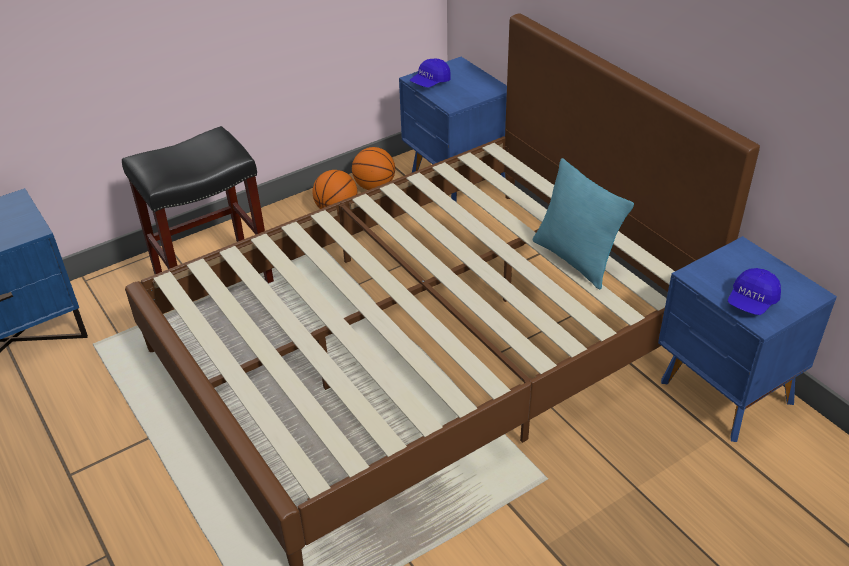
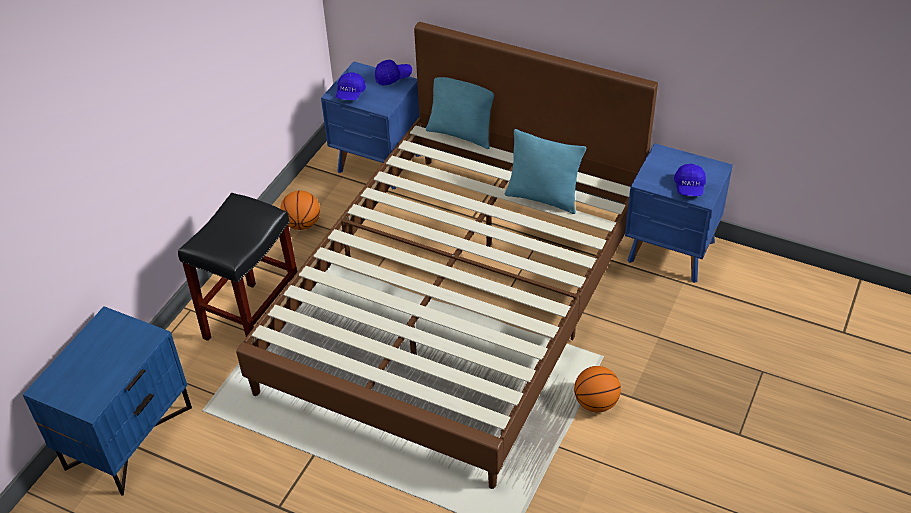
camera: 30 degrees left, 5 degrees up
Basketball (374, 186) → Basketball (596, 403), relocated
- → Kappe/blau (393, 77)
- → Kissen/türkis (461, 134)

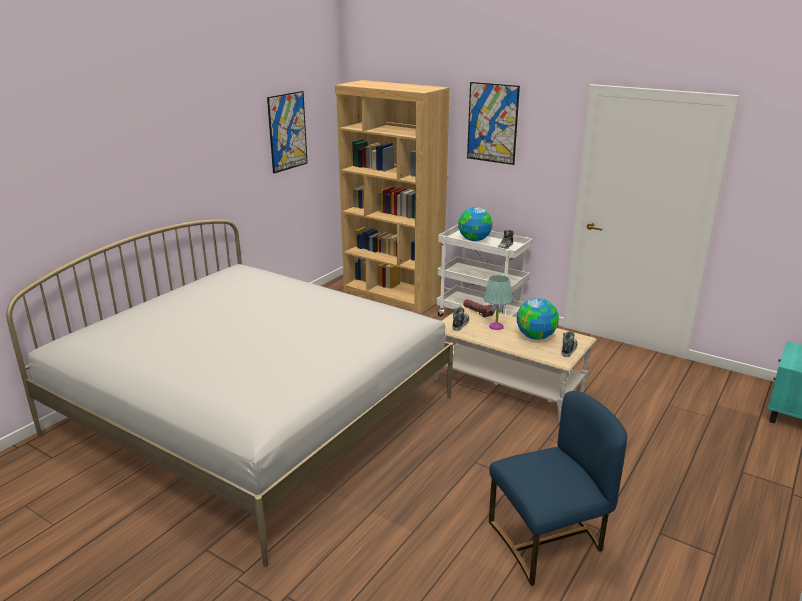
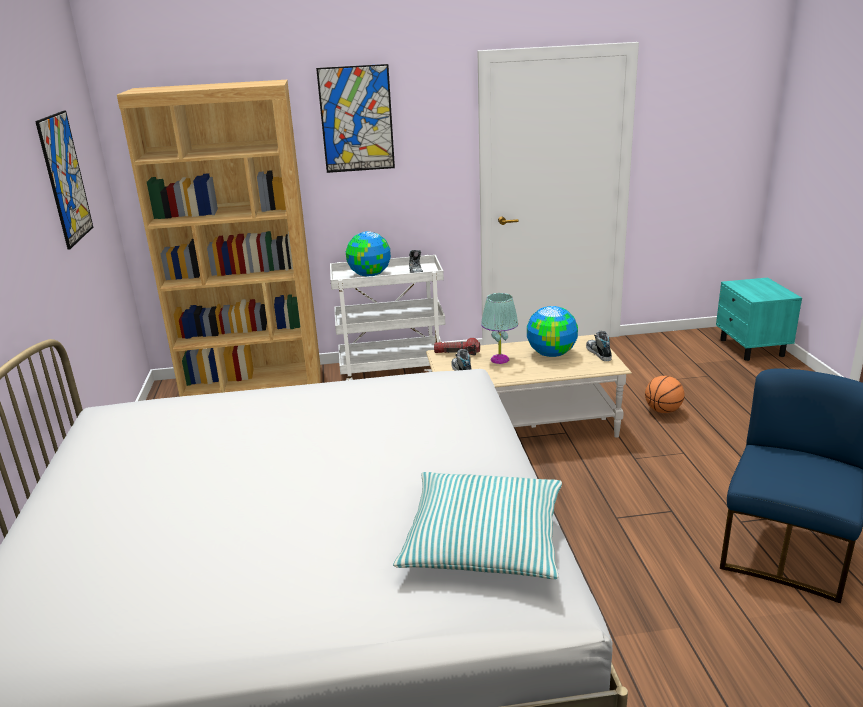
camera: 40 degrees left, 0 degrees up
- → Kissen (483, 540)
- → Basketball (663, 411)

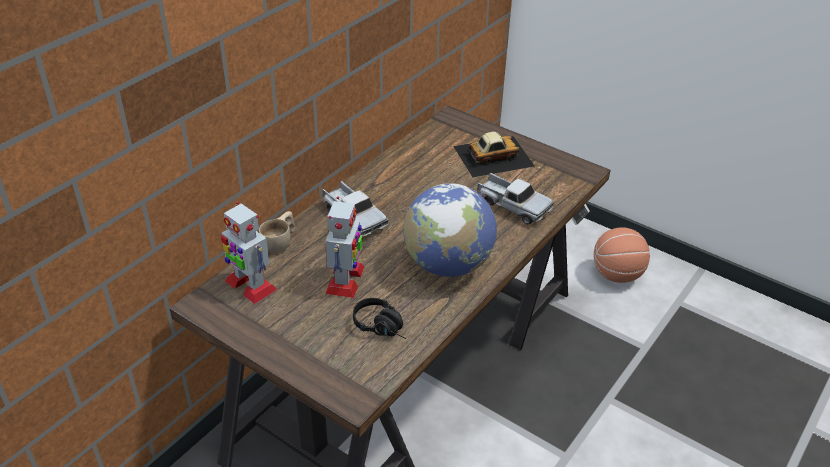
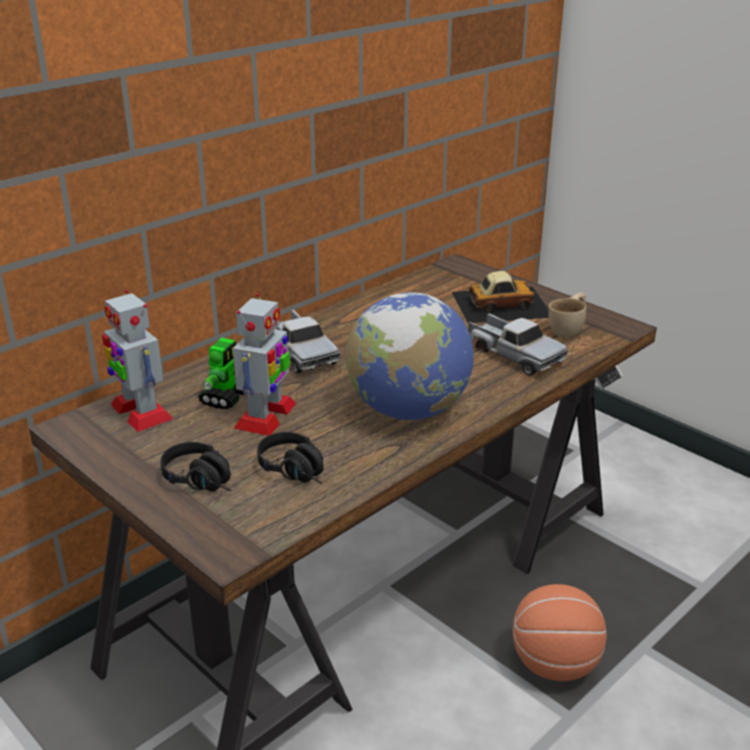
camera: 10 degrees right, 10 degrees down
Tasse/beige (281, 243) → Tasse/beige (569, 329), relocated
Basketball (617, 274) → Basketball (555, 664), relocated
- → Kopfhörer/schwarz (204, 481)
- → Spielzeugroboter (227, 397)

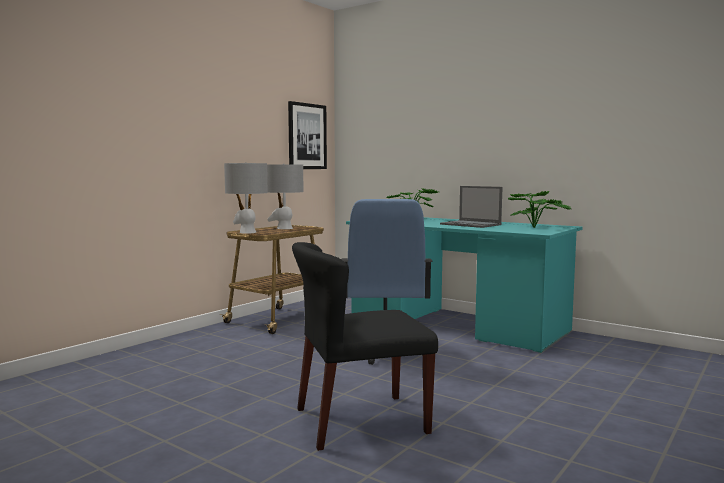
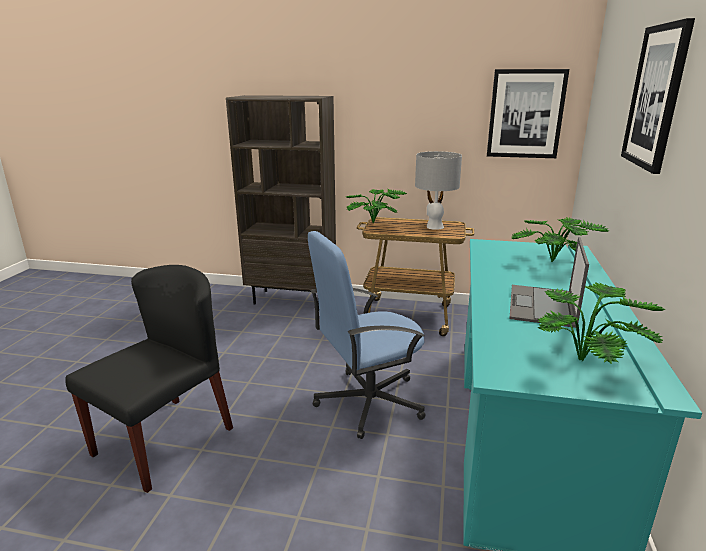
camera: 65 degrees right, 15 degrees up
Tischlampe/grau (247, 232) → Topfpflanze (375, 224)
Stuhl/schwarz (360, 421) → Stuhl/schwarz (164, 440), 75 degrees clockwise
- → Bücherregal/braun (292, 300)
- → Bild (656, 97)

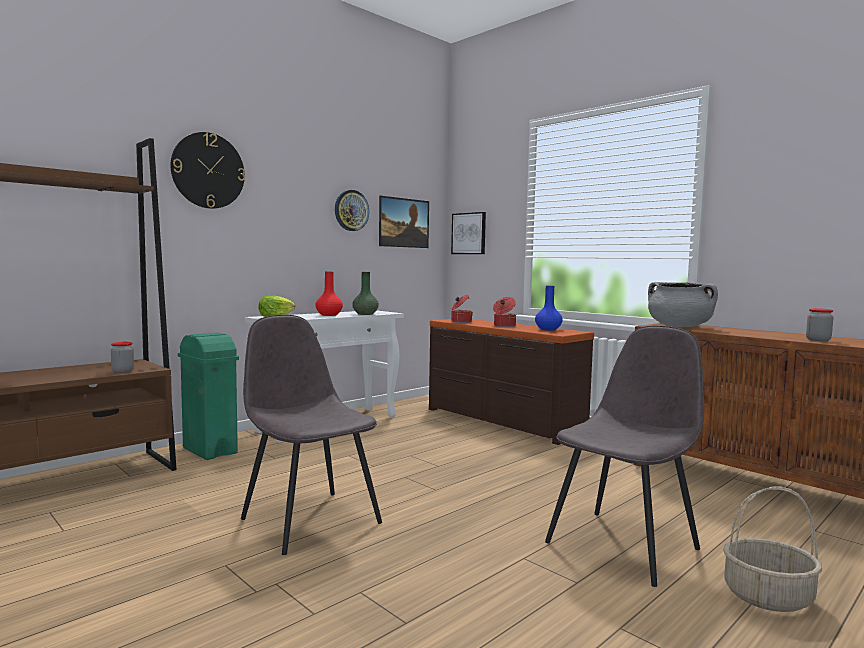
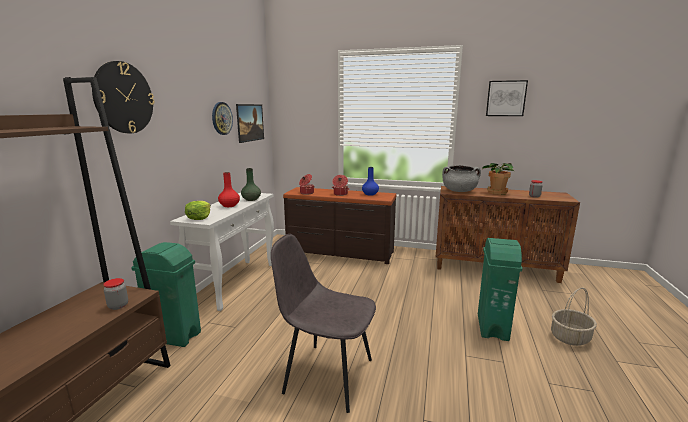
camera: 30 degrees left, 10 degrees up
Bild (469, 233) → Bild (506, 98), relocated
Stuhl/grau (624, 544) → Mülleimer/grün (492, 327)
- → Topfpflanze (496, 192)

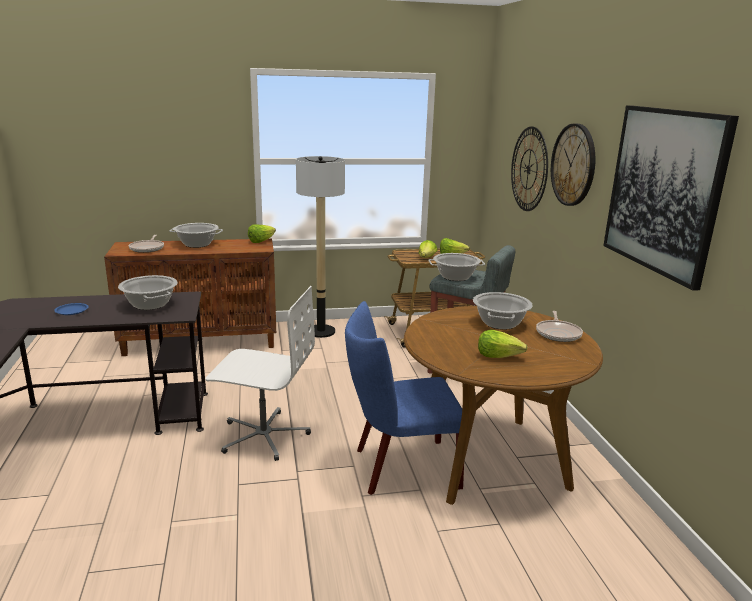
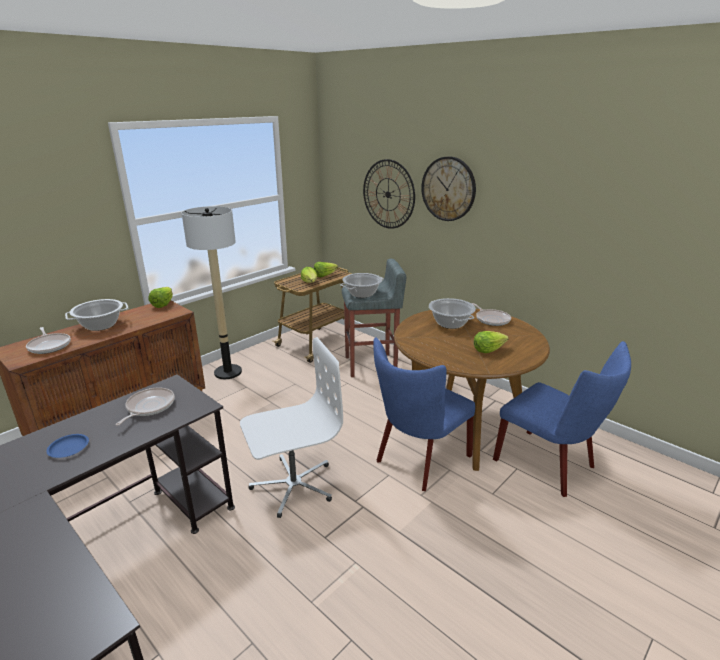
camera: 35 degrees left, 5 degrees up
Kochtopf (150, 304) → Pfanne (149, 407)
Bild (663, 191) → -
- → Stuhl/blau (550, 465)

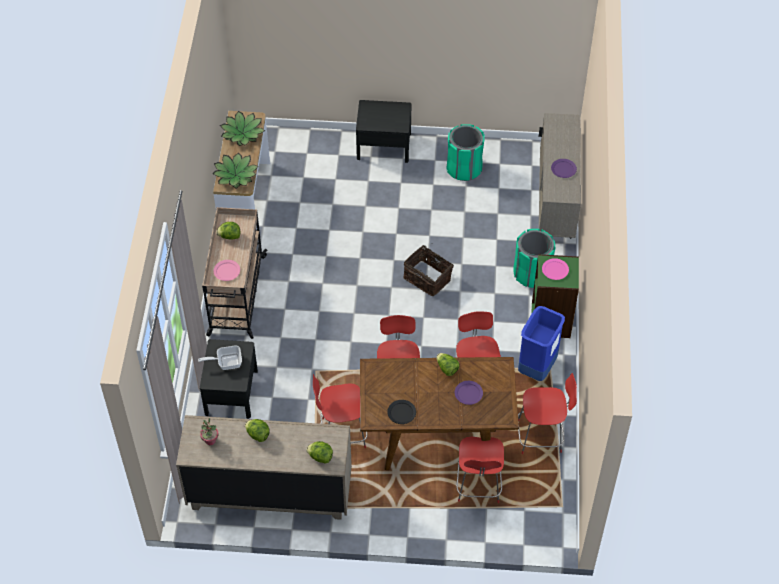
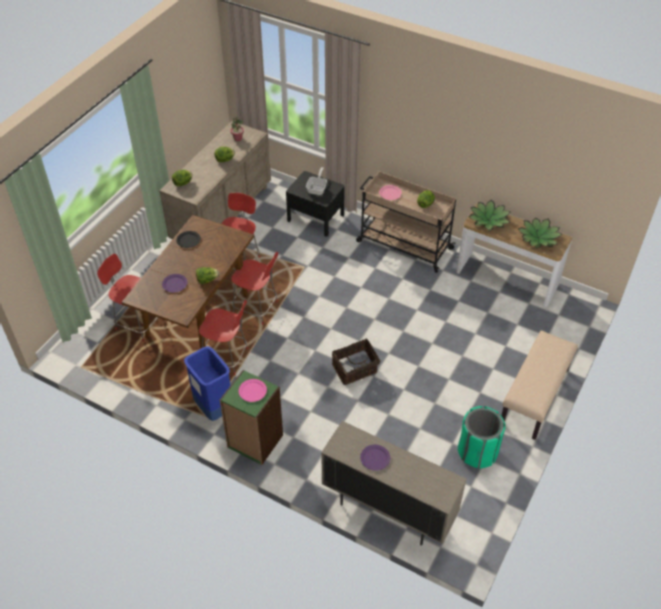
camera: 115 degrees right, 5 degrees down
Nachttisch/schwarz (384, 146) → Bank/beige (535, 397)
Mülleimer/grün (532, 273) → -
Stuhl/rot (541, 436) → -

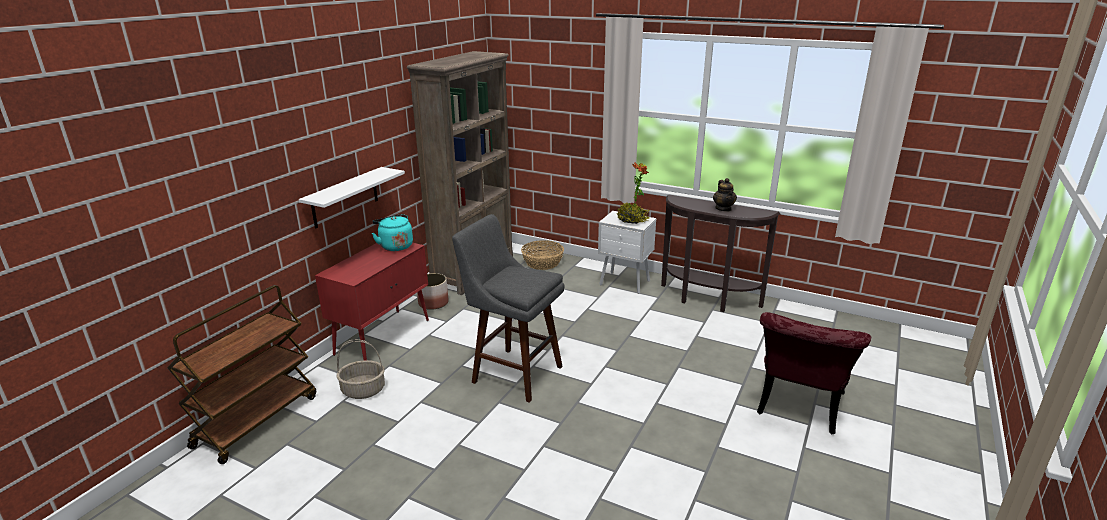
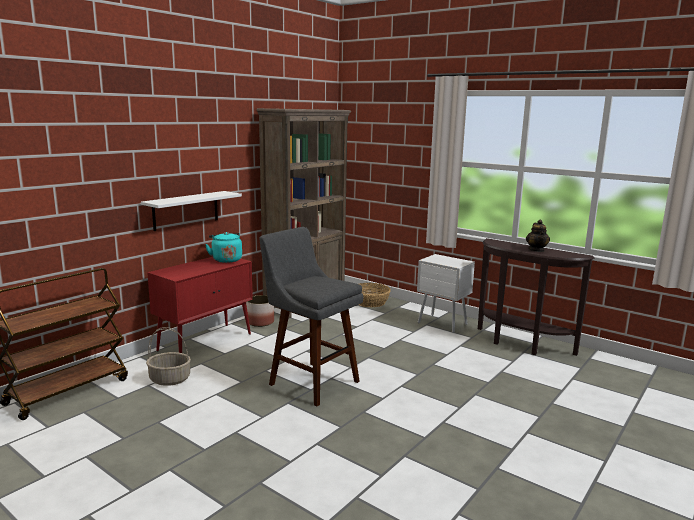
camera: 10 degrees right, 10 degrees down
Topfpflanze (632, 220) → -
Stuhl/rot (798, 409) → -

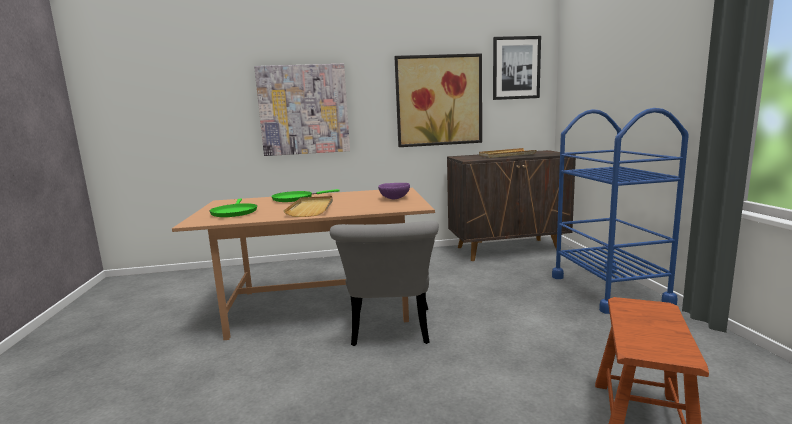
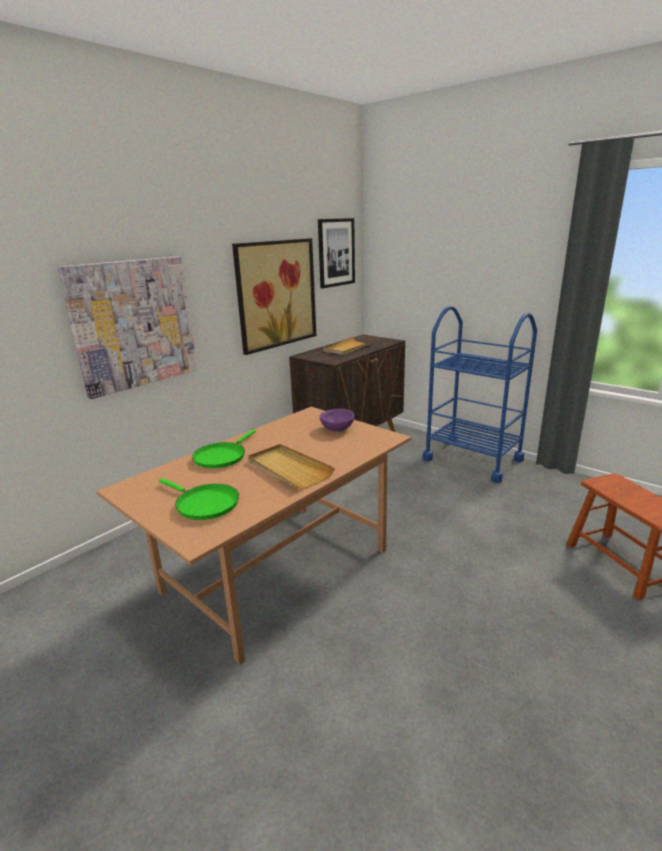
camera: 40 degrees left, 10 degrees up
Stuhl/grau (391, 332) → -

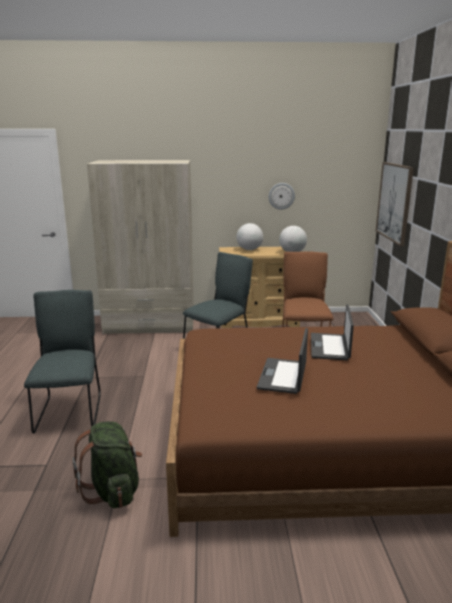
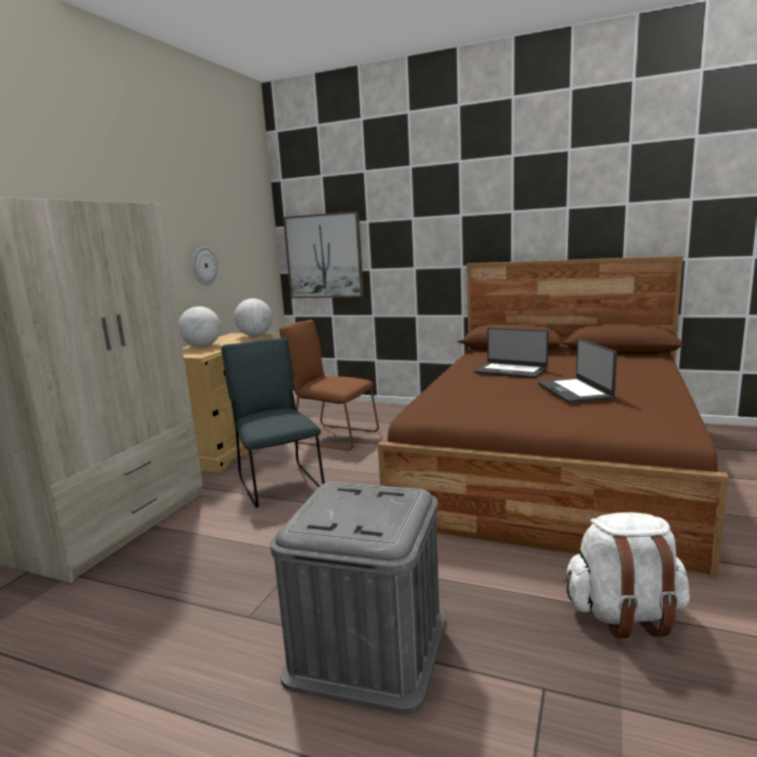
camera: 65 degrees left, 5 degrees down
Stuhl/grau (70, 411) → Aufbewahrungsbox/grau (367, 647)
Rucksack/grün (113, 490) → Rucksack/weiß (624, 614)
Laptop (283, 376) → Laptop (575, 391), 45 degrees clockwise

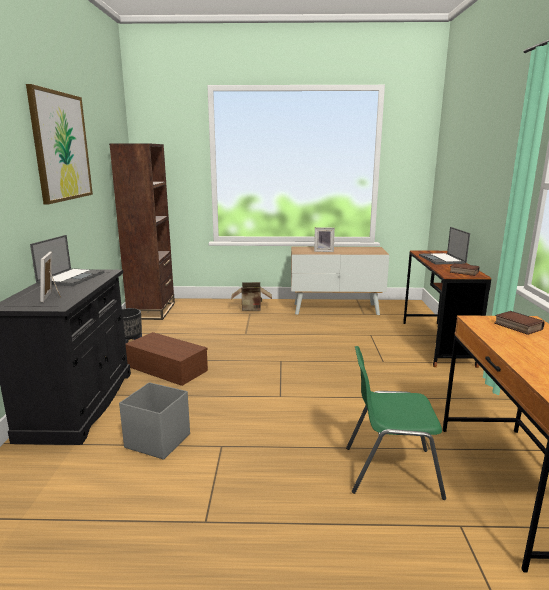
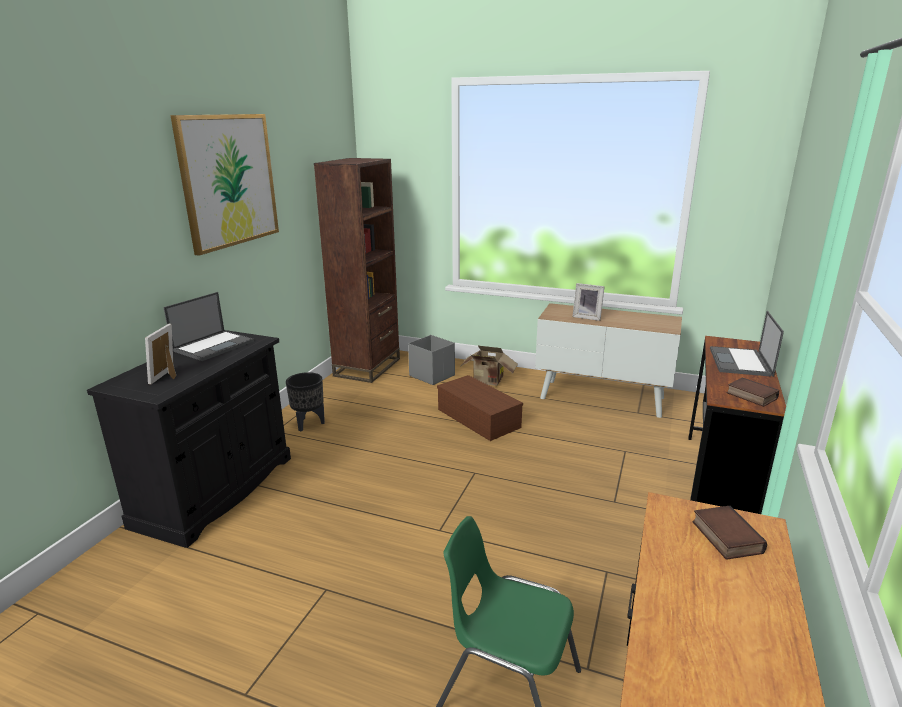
camera: 20 degrees right, 5 degrees up
Aufbewahrungsbox/grau (157, 440) → Aufbewahrungsbox/grau (431, 375), relocated
Aufbewahrungsbox/braun (168, 368) → Aufbewahrungsbox/braun (480, 418), relocated

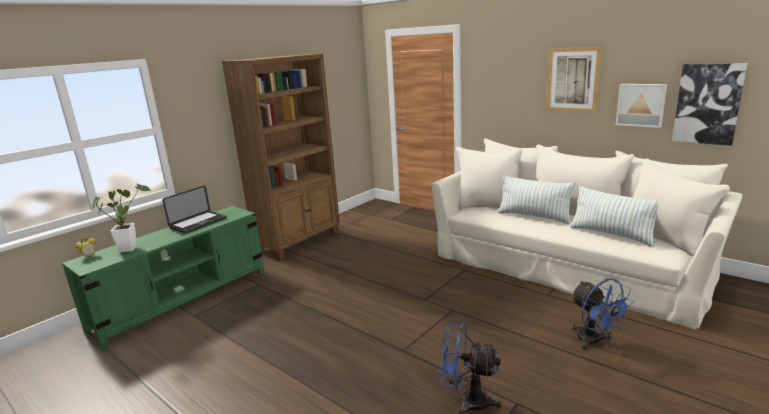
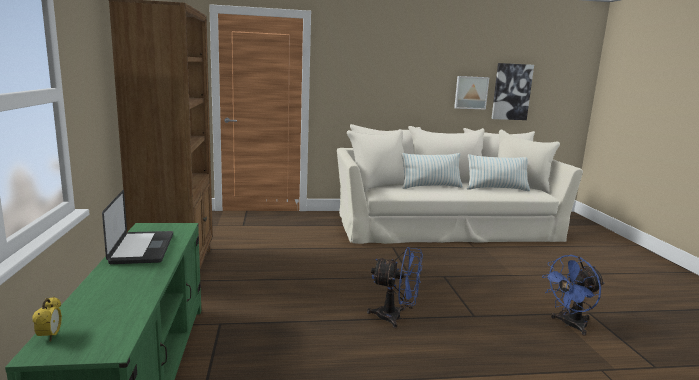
camera: 50 degrees left, 5 degrees down
Topfpflanze (130, 248) → -
Bild (572, 80) → -
Ventilator/blau (594, 342) → Ventilator/blau (395, 318), relocated

